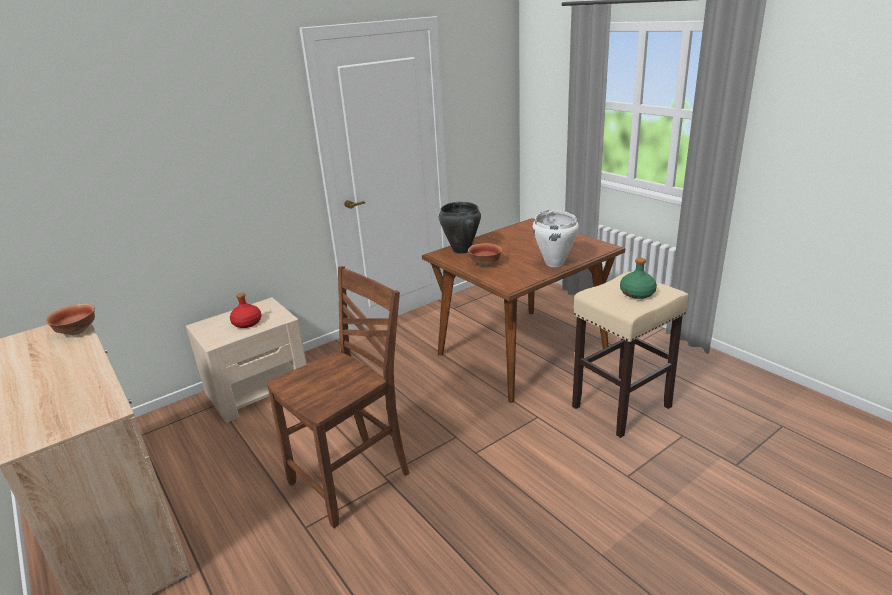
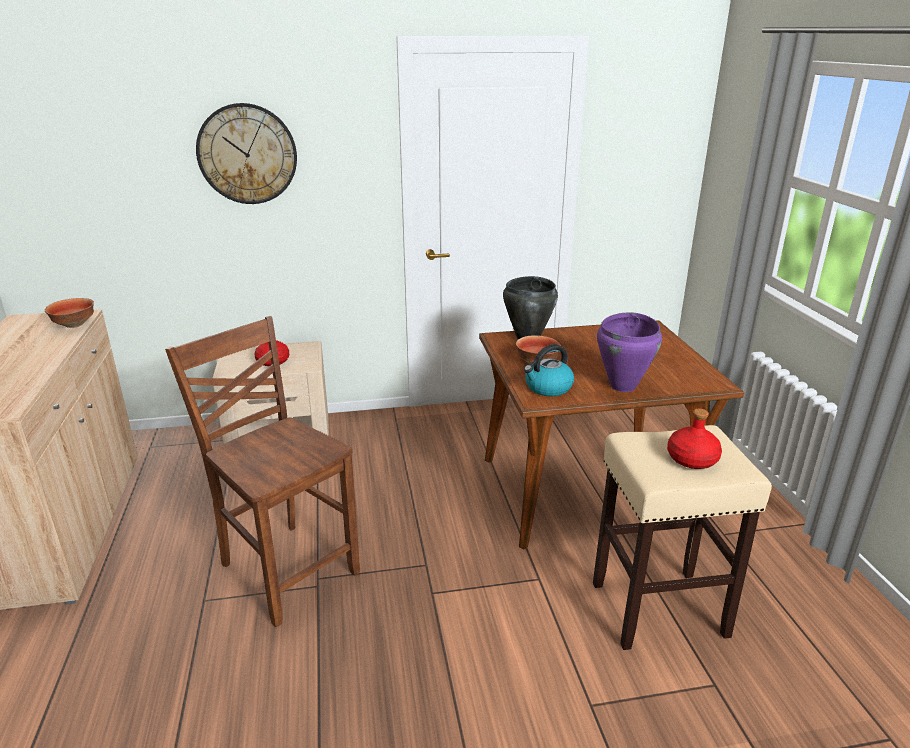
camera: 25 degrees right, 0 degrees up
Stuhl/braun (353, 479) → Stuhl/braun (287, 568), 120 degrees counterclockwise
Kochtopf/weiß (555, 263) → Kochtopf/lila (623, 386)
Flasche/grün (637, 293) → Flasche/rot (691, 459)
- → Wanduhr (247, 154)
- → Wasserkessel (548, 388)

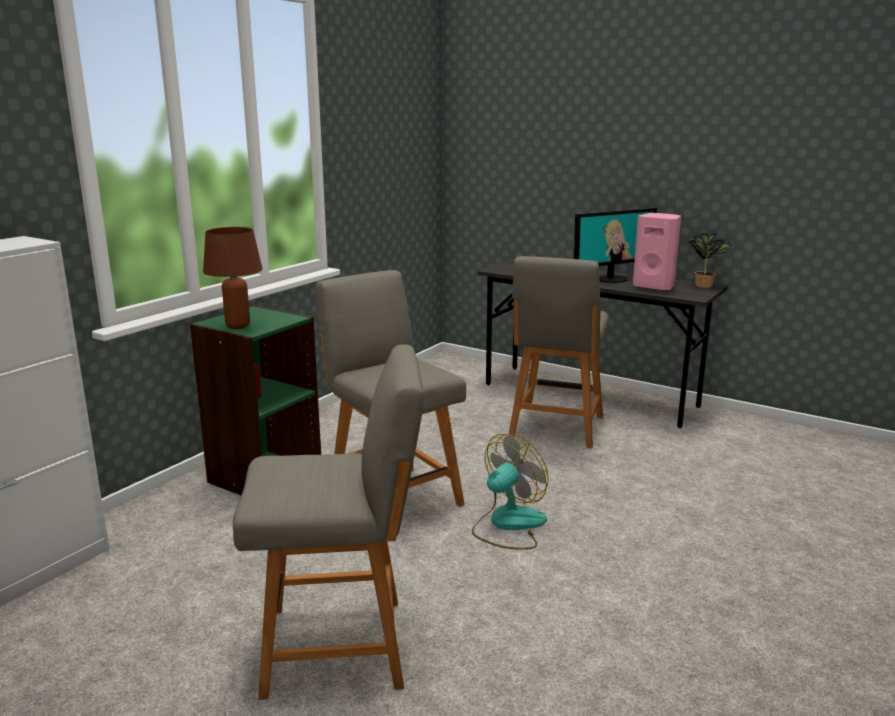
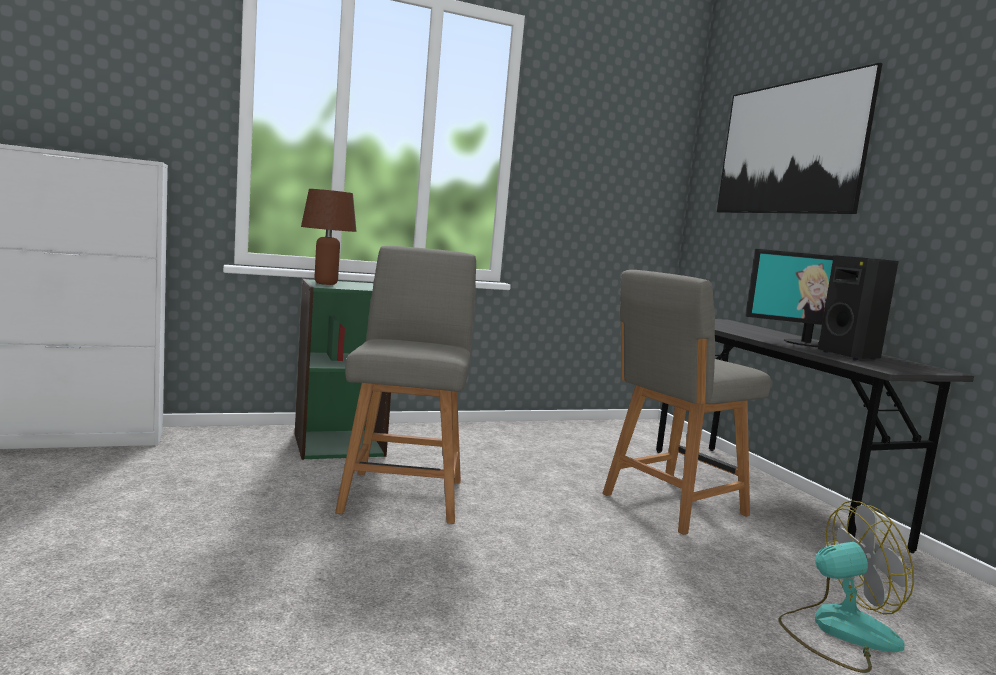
camera: 35 degrees right, 10 degrees down
Stuhl/grau (341, 645) → -
Ventilator (508, 525) → Ventilator (838, 631), relocated
Lautsprecher/rosa (655, 286) → Lautsprecher/schwarz (850, 356)
Topfpflanze (706, 285) → -
- → Bild (789, 148)

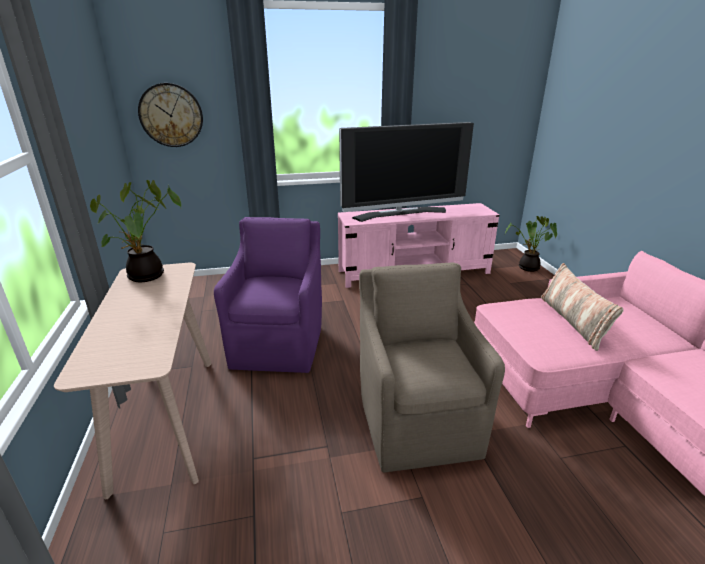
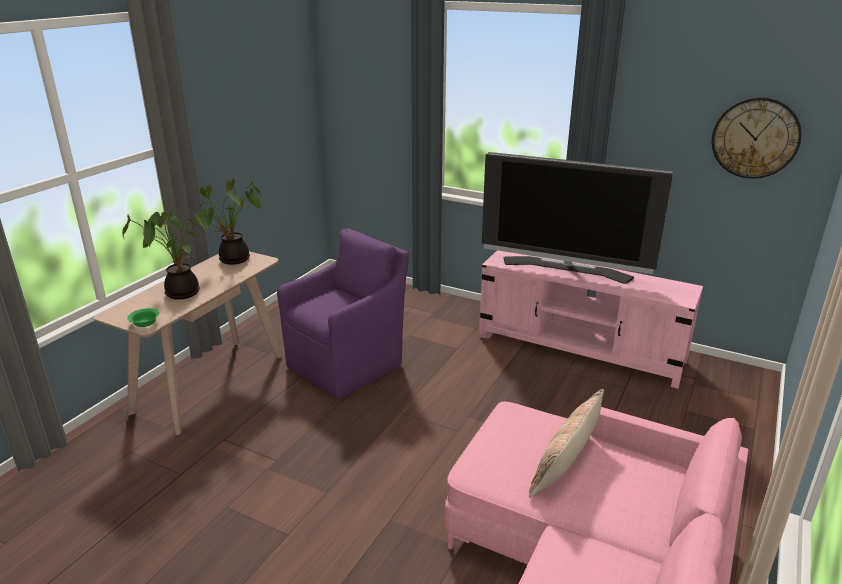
camera: 40 degrees right, 0 degrees up
Wanduhr (171, 115) → Wanduhr (755, 138), relocated
Sessel/braun (417, 421) → -
Topfpflanze (526, 268) → Topfpflanze (181, 292), relocated
- → Schüssel/grün (144, 323)

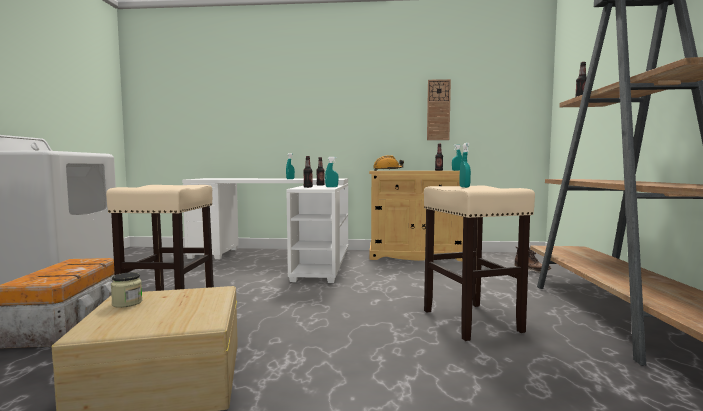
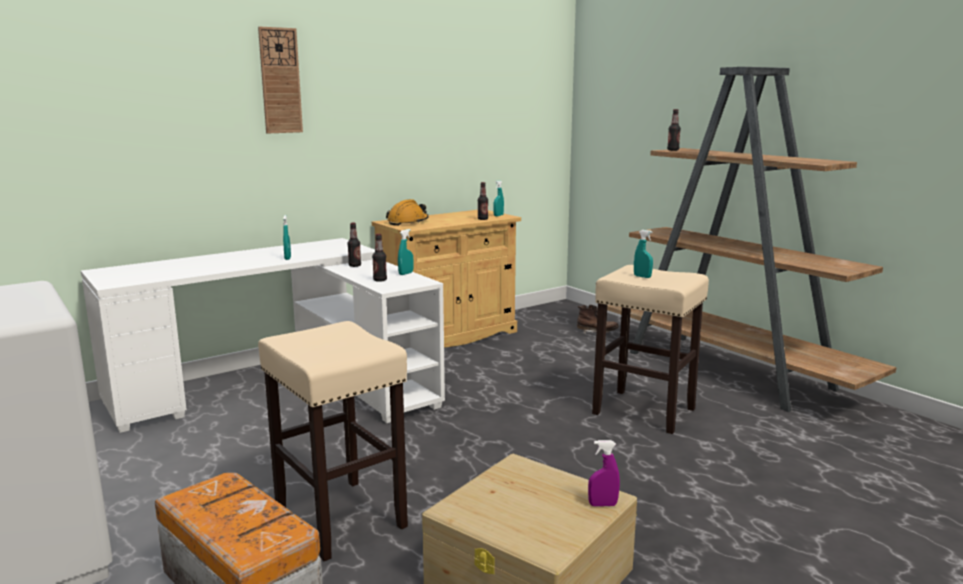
camera: 40 degrees left, 10 degrees up
Vorratsglas (127, 303) → -
Wanduhr (438, 110) → Wanduhr (280, 81), relocated
- → Sprühflasche/lila (602, 505)

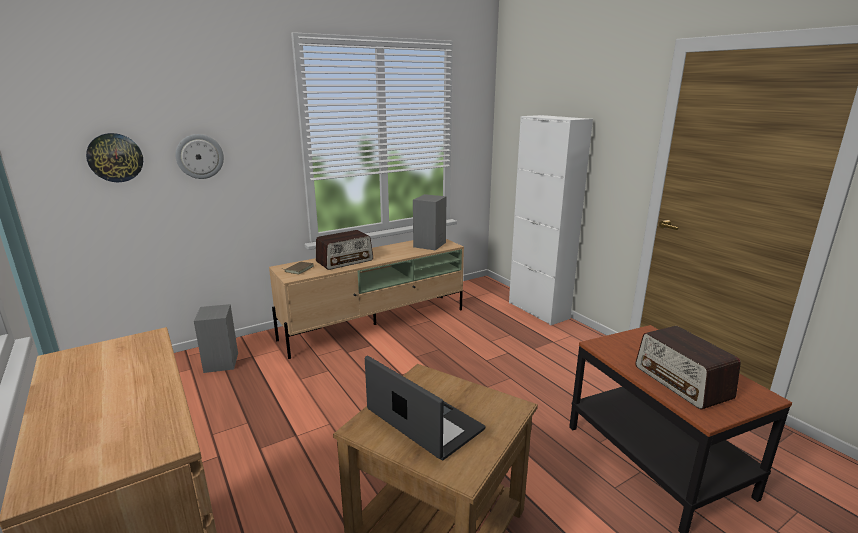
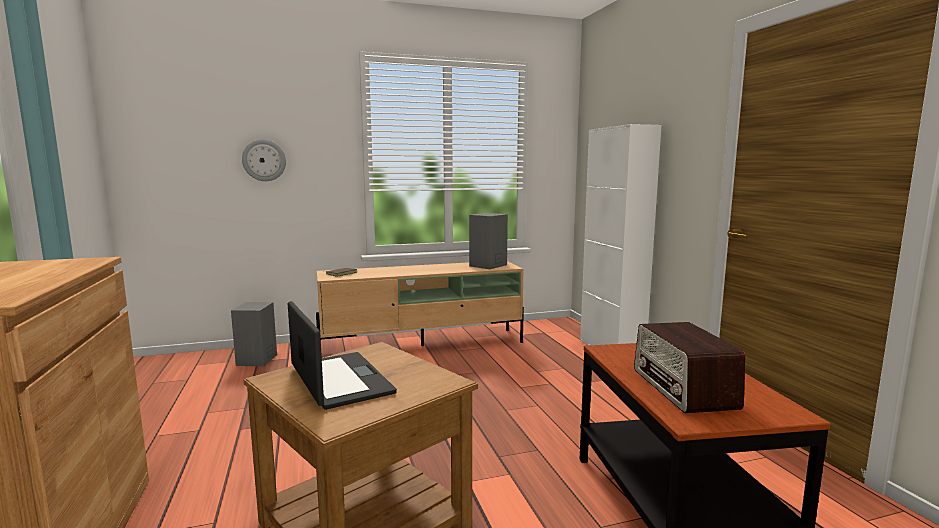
camera: 15 degrees right, 10 degrees down
Wanduhr (115, 157) → -
Radio (345, 261) → -

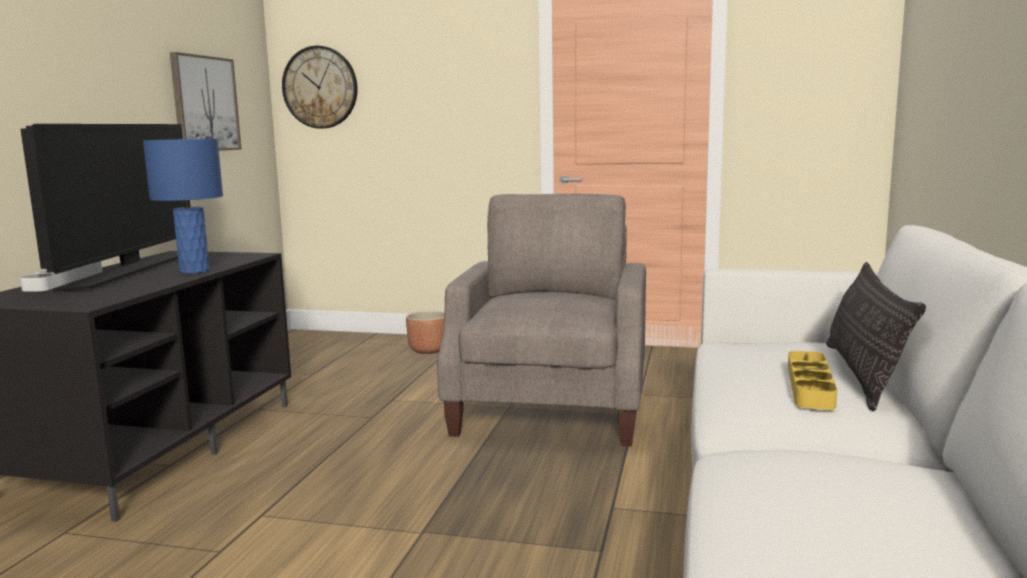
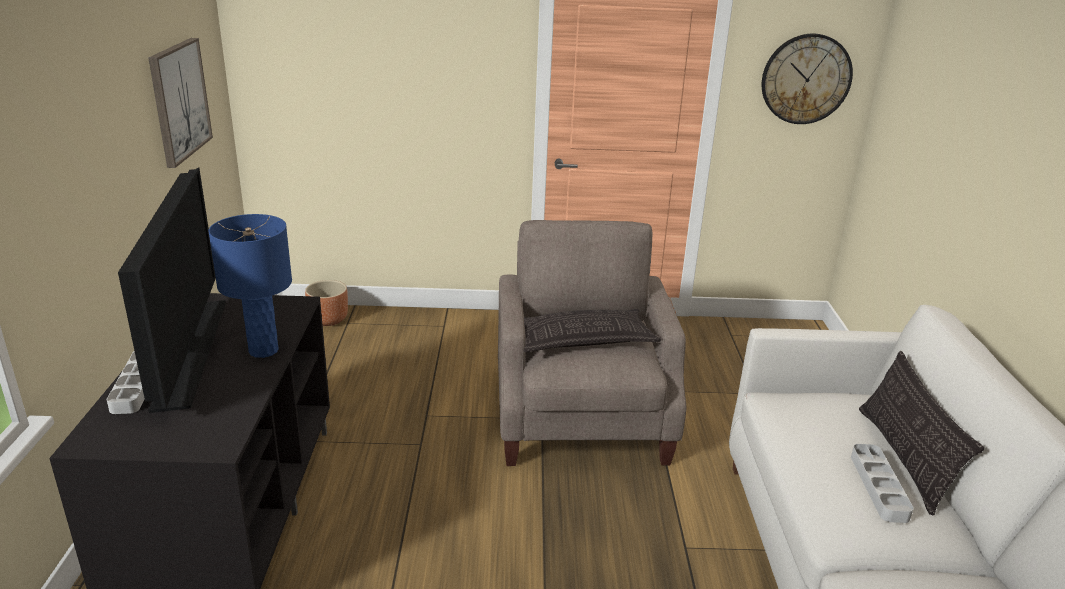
camera: 15 degrees left, 15 degrees up
Wanduhr (320, 87) → Wanduhr (806, 79), relocated
Pflanzkübel/braun (428, 350) → Pflanzkübel/braun (329, 320), relocated
Tablett/gelb (810, 386) → Tablett/grau (878, 486)
- → Kissen (584, 340)

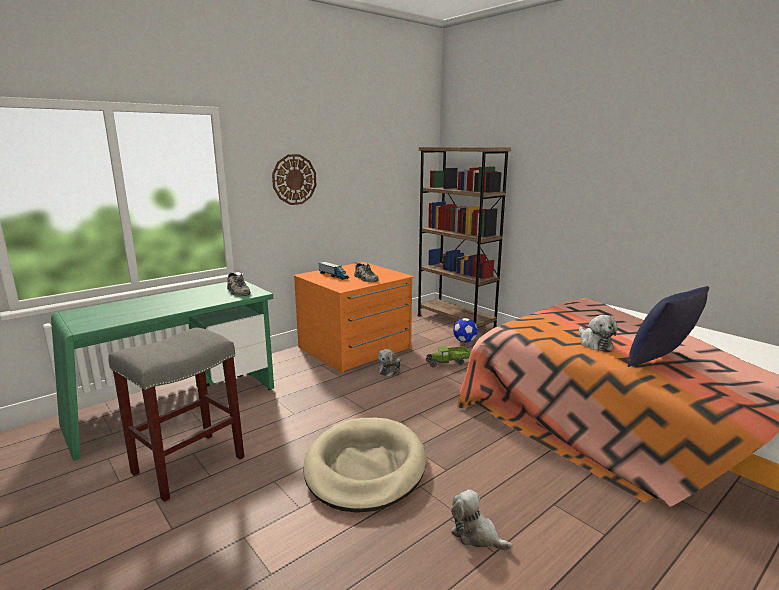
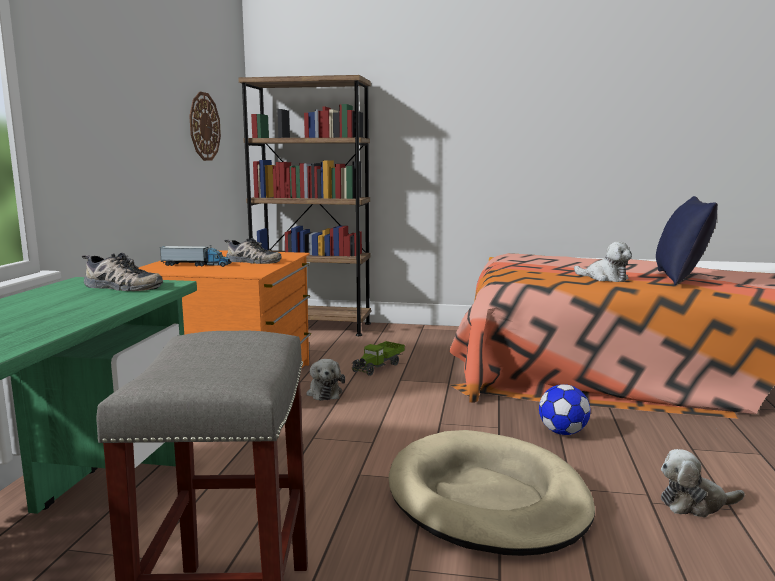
camera: 40 degrees left, 5 degrees down
Wanduhr (294, 179) → Wanduhr (204, 126), relocated
Fußball (464, 341) → Fußball (563, 432), relocated

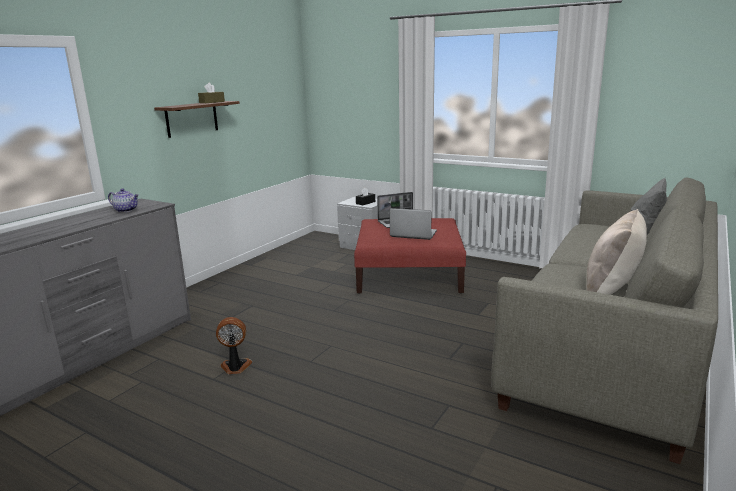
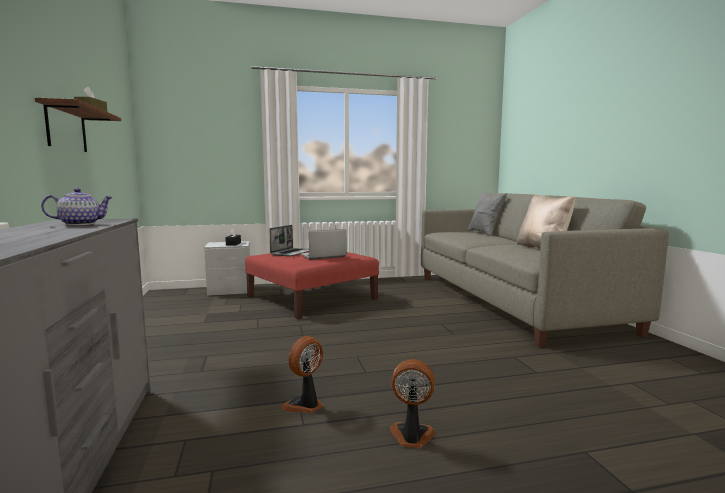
camera: 45 degrees left, 10 degrees down
- → Ventilator (411, 437)

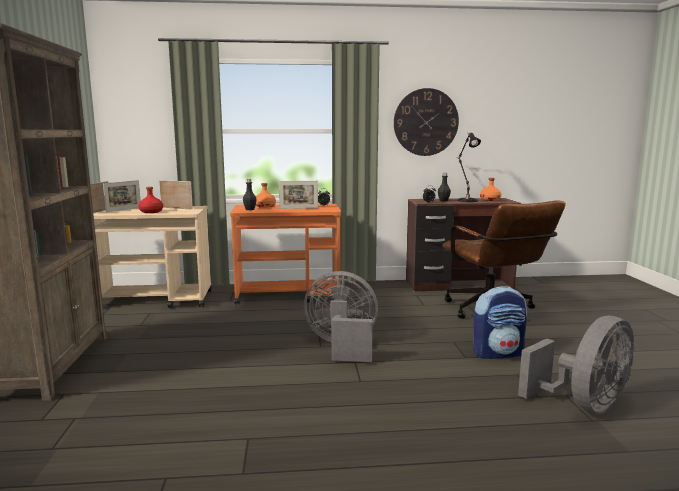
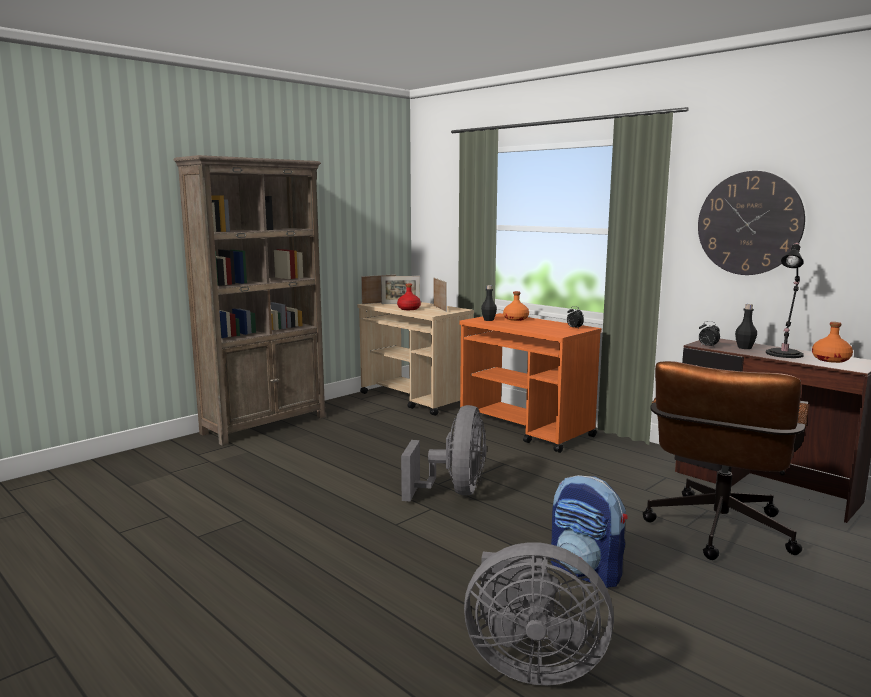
camera: 50 degrees right, 0 degrees up
Bilderrahmen (298, 208) → -
Ventilator/grau (342, 346) → Ventilator/grau (454, 492), 45 degrees clockwise

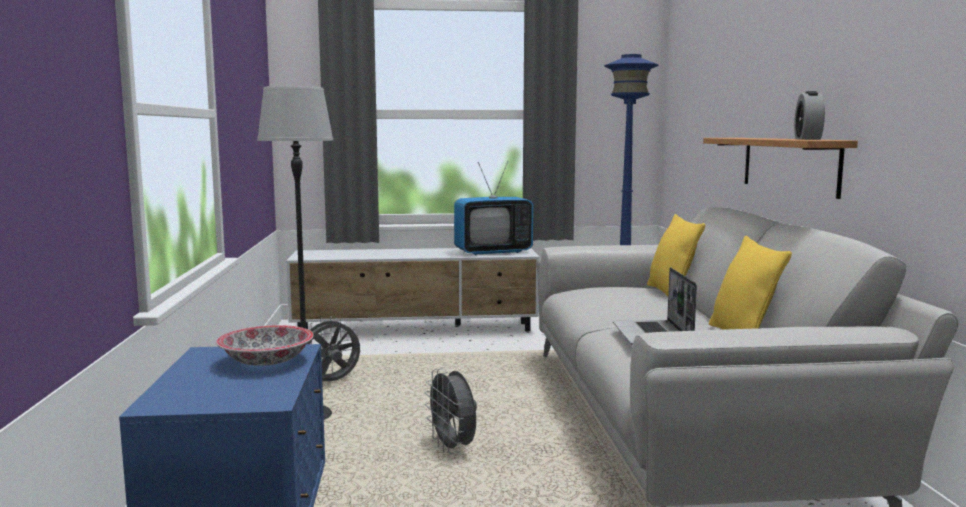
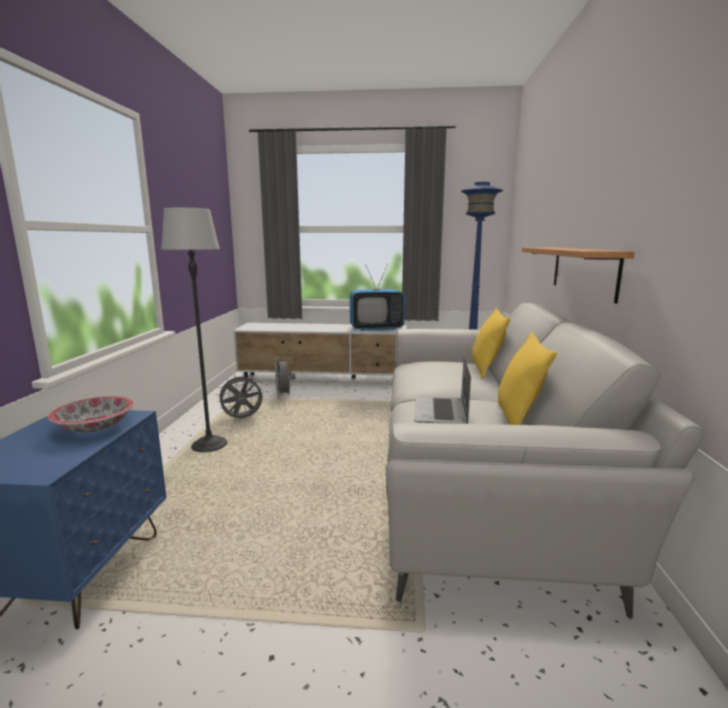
camera: 10 degrees right, 5 degrees up
Ventilator/grau (453, 448) → Ventilator/grau (284, 396), relocated
Wecker (807, 139) → -

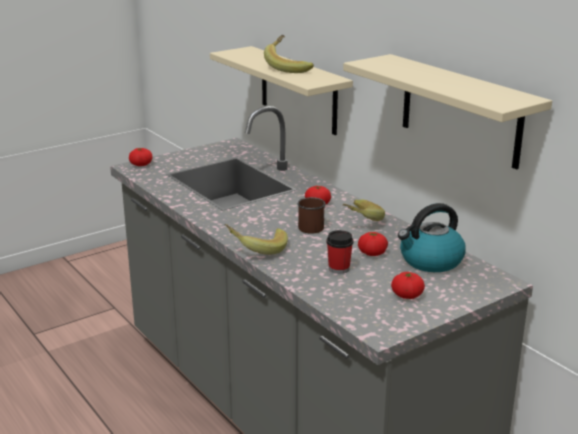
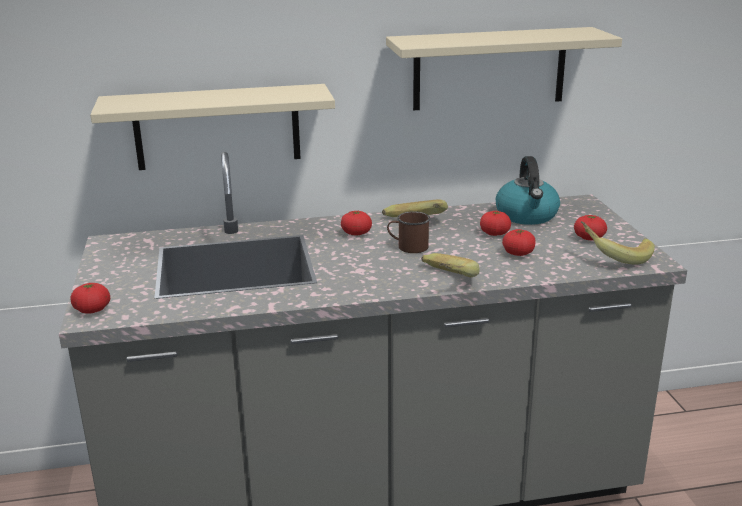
camera: 65 degrees left, 0 degrees up
Banane (289, 67) → Banane (615, 256), relocated
Tasse (339, 269) → Tomate (518, 253)

